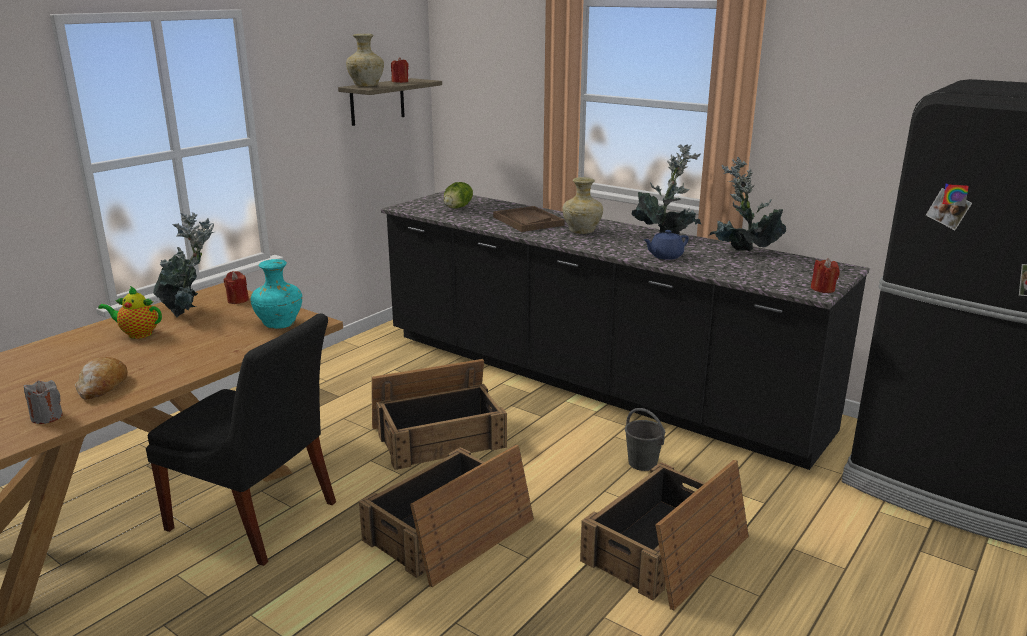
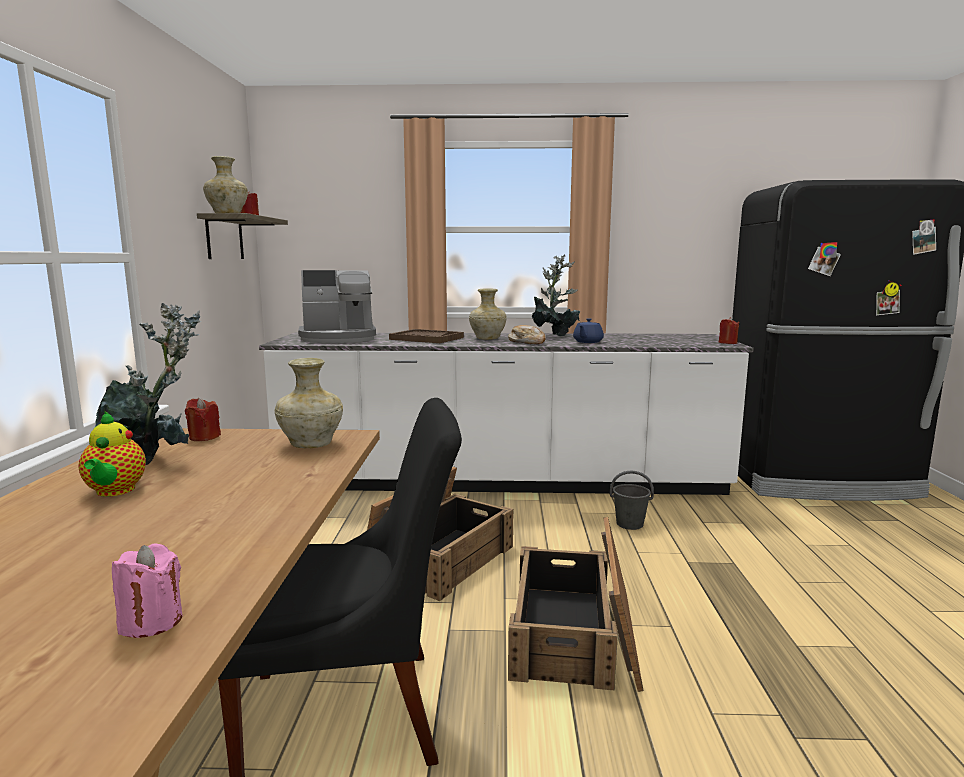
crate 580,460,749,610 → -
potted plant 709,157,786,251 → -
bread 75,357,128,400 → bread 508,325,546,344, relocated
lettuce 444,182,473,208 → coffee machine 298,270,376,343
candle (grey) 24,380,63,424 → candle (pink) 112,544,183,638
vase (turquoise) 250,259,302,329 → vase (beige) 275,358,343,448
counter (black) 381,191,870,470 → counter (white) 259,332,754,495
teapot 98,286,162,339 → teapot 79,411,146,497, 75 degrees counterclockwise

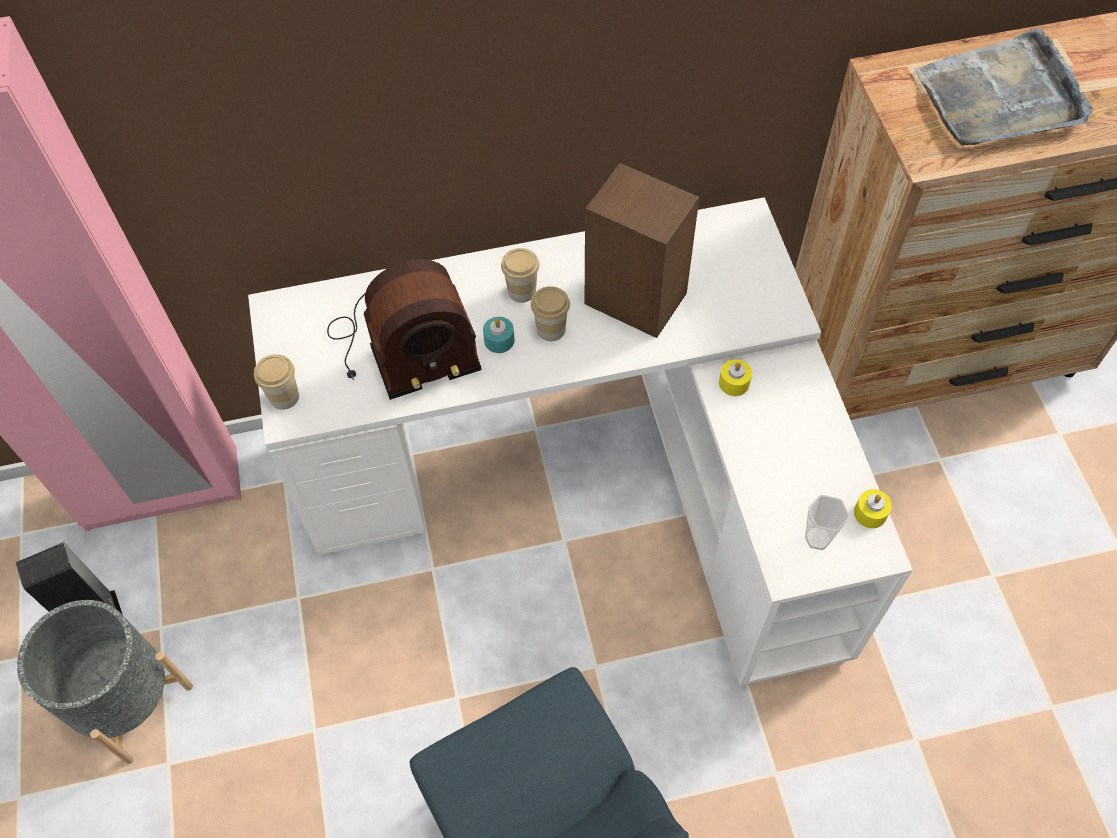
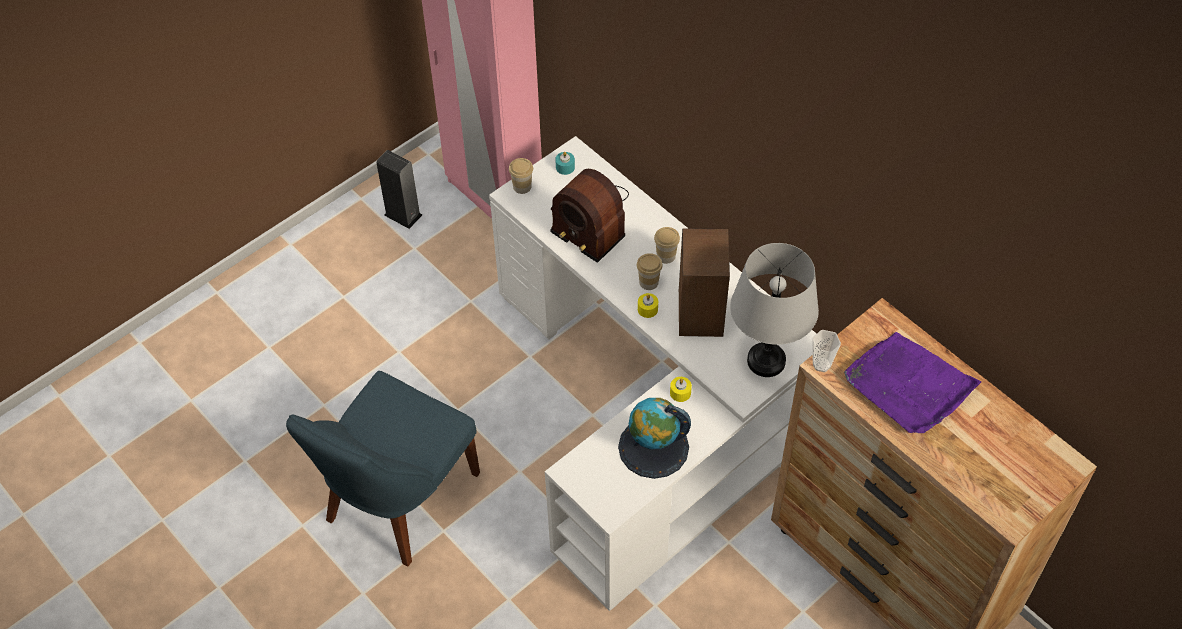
planter (grey) 17,600,193,764 → -
- → globe 618,398,691,479
- → table lamp (grey) 730,243,819,377
candle (turquoise) 483,317,514,353 → candle (turquoise) 555,152,575,175, relocated
cup 805,495,850,550 → cup 812,330,841,372, relocated
candle (yellow) 854,489,892,528 → candle (yellow) 638,293,658,318, relocated
tray (grey) 914,27,1093,146 → tray (purple) 844,332,981,433

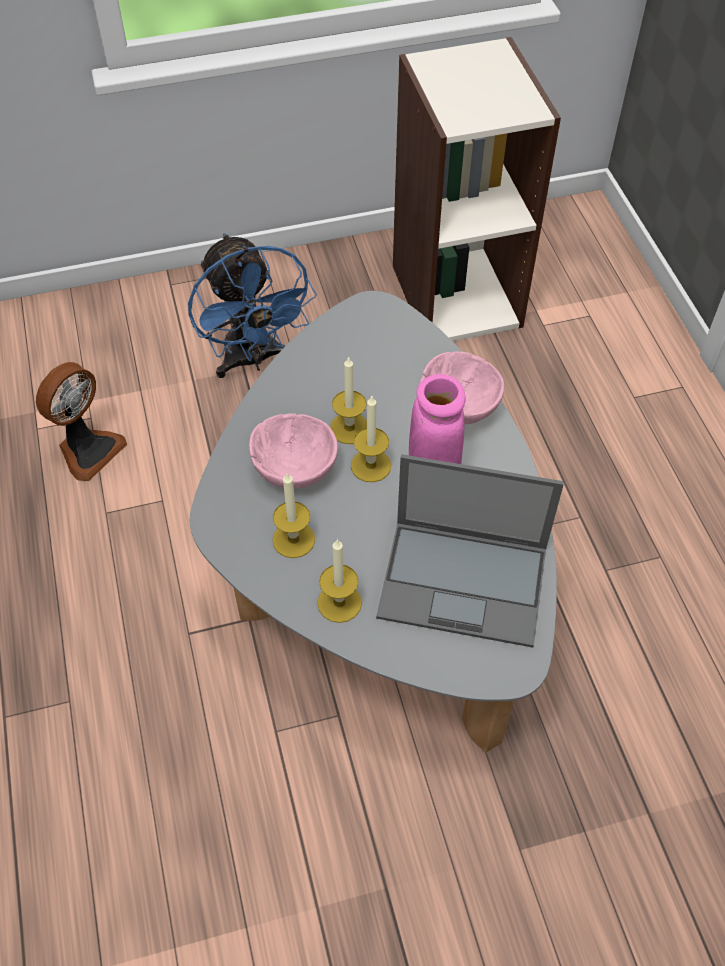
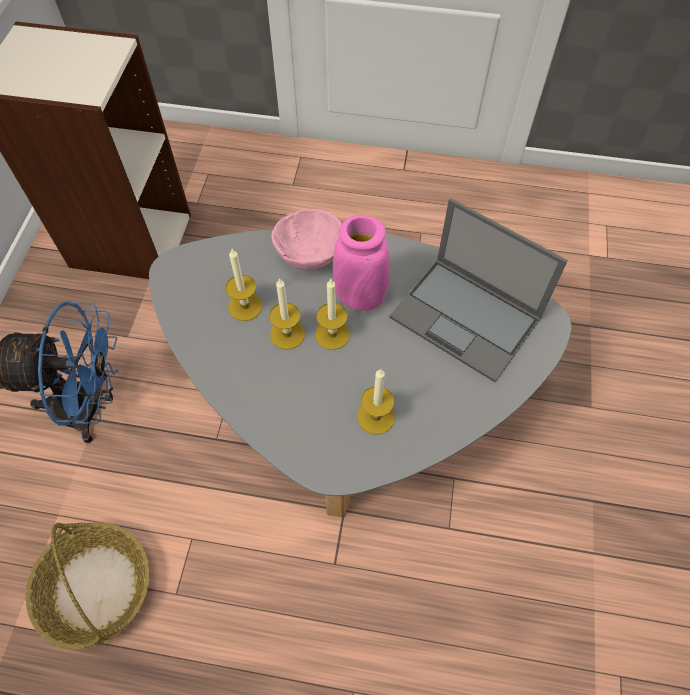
bowl (pink) 249,413,338,489 → -
candle 317,539,362,623 → candle 226,249,263,321, relocated
fan 36,362,127,481 → basket 25,522,149,649
laptop 376,454,564,648 → laptop 389,198,568,382, 90 degrees clockwise

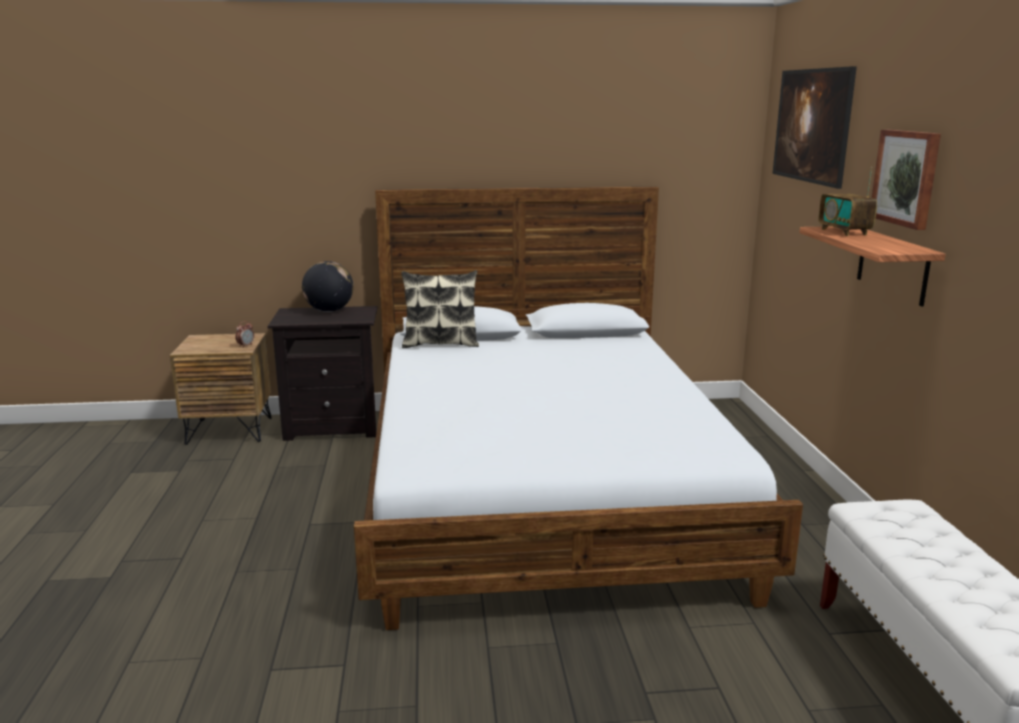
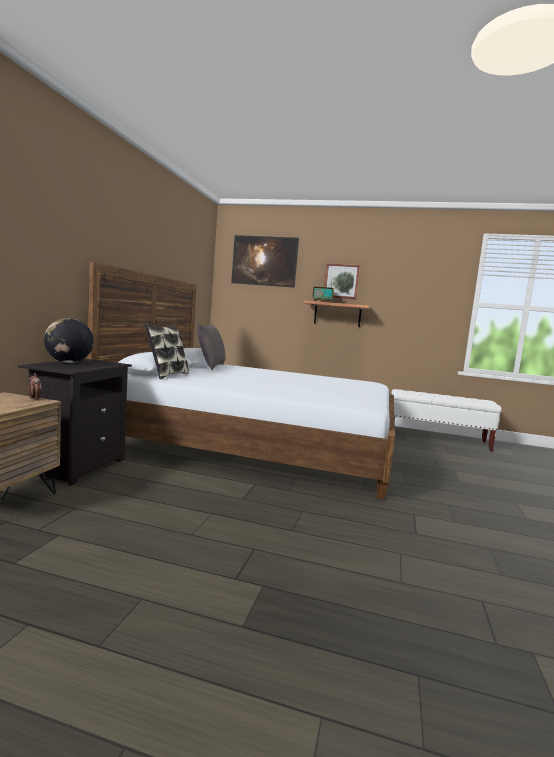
- → pillow (grey) 198,324,226,370

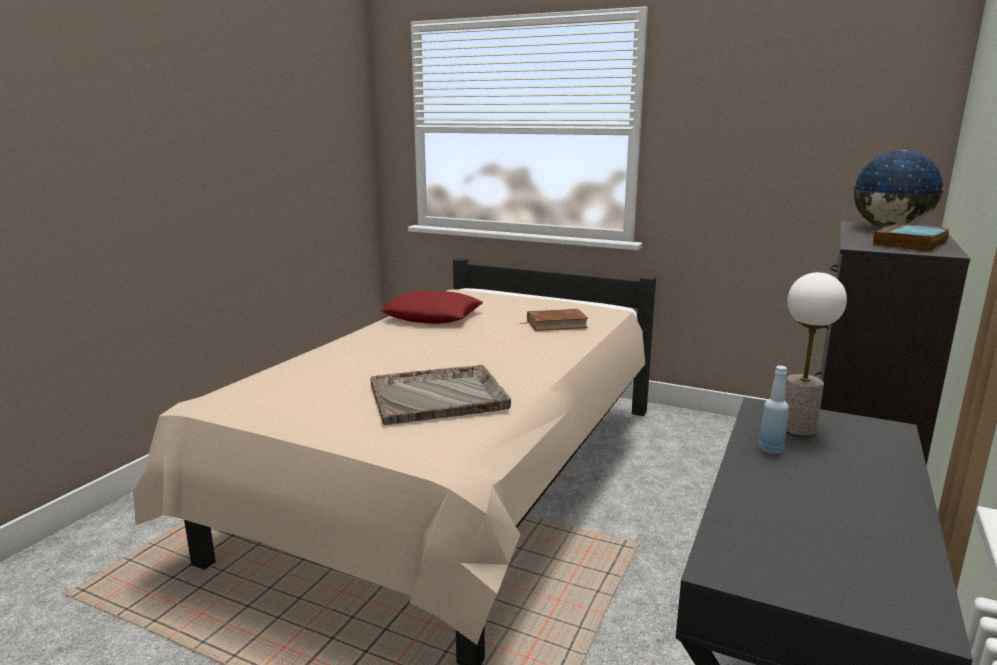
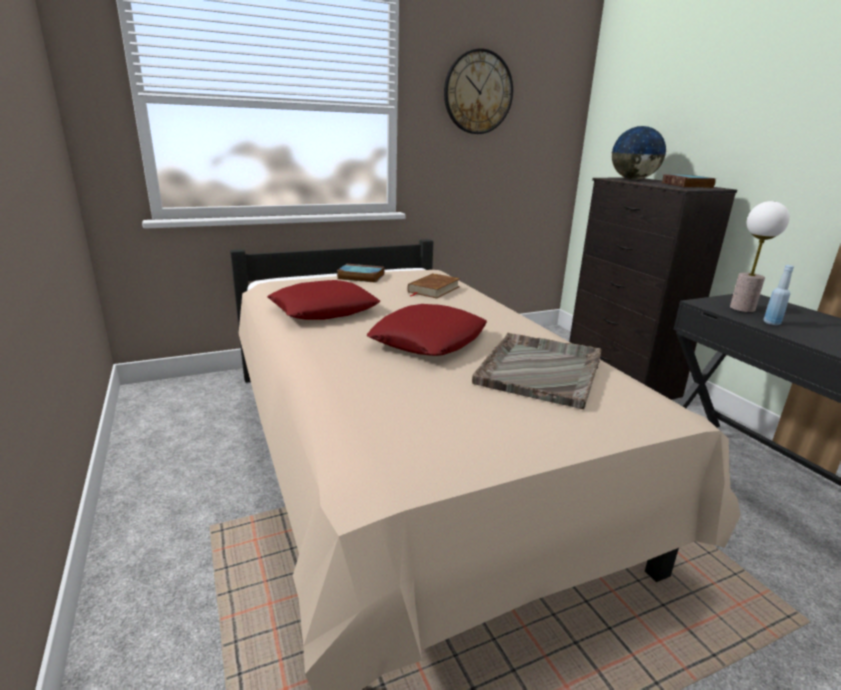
- → book 337,264,384,283
- → pillow (red) 367,304,487,356
- → wall clock 444,48,513,134

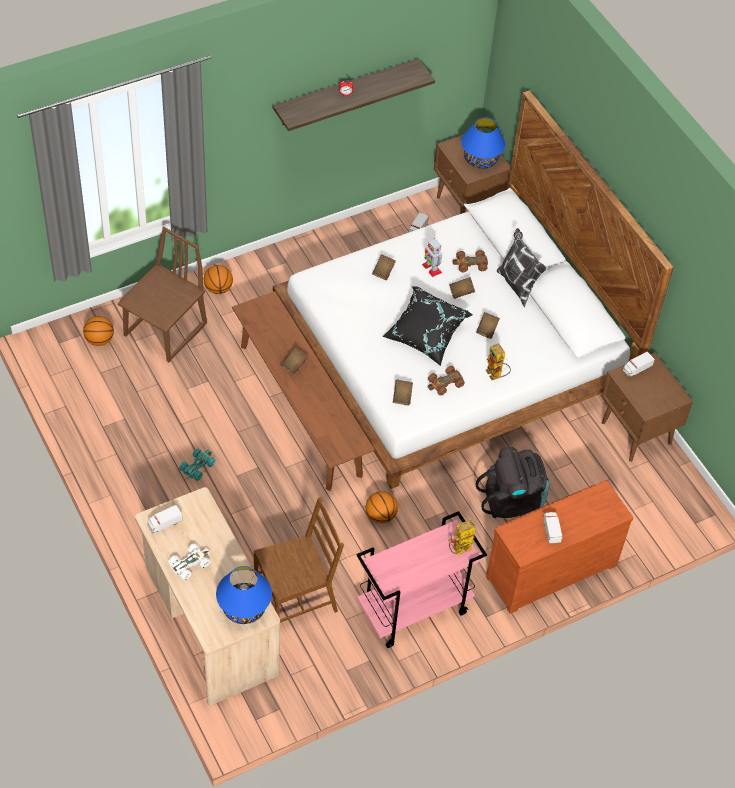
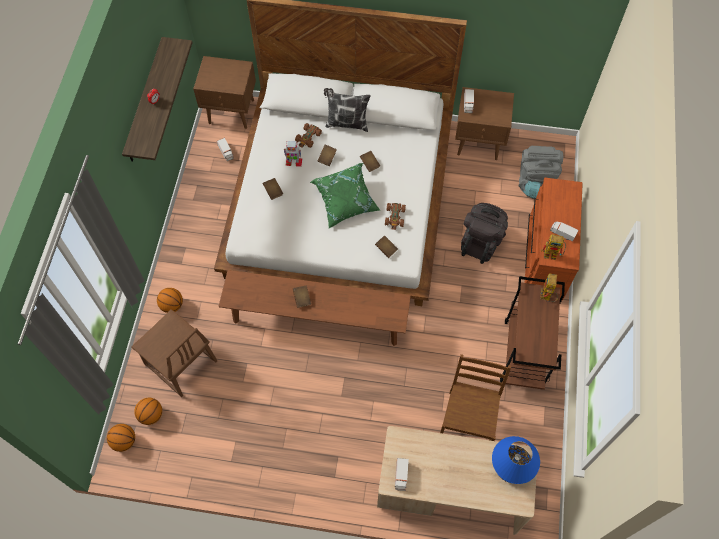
toy car (white) 169,543,210,580 → -
toy car (turquoise) 179,448,216,481 → -
table lamp (blue) 461,117,505,169 → -
- → backpack (grey) 518,146,563,199
basketball 366,491,398,524 → basketball 107,424,135,452, relocated
toy robot 485,344,511,380 → toy robot 541,234,566,260, relocated
cart (pink) 356,511,487,648 → cart (brown) 500,276,565,390
pillow (black) 383,286,472,366 → pillow (green) 310,163,380,228
chair (brown) 118,227,207,362 → chair (brown) 131,309,217,397, 150 degrees clockwise

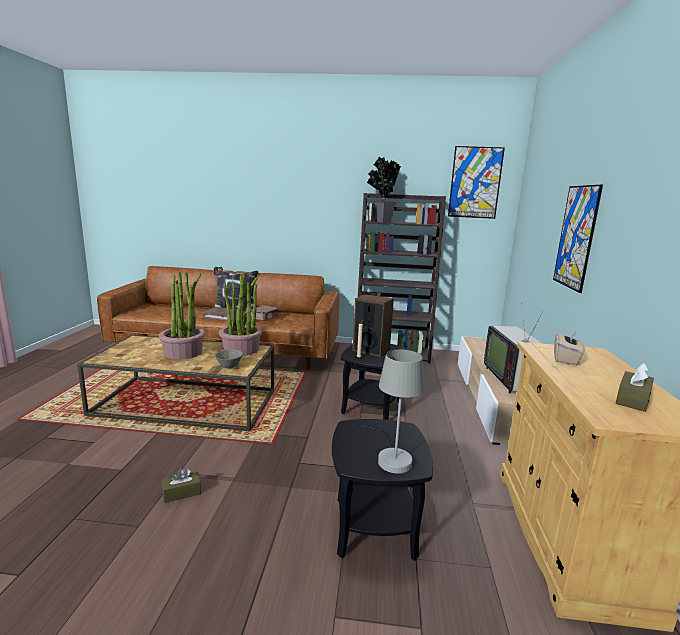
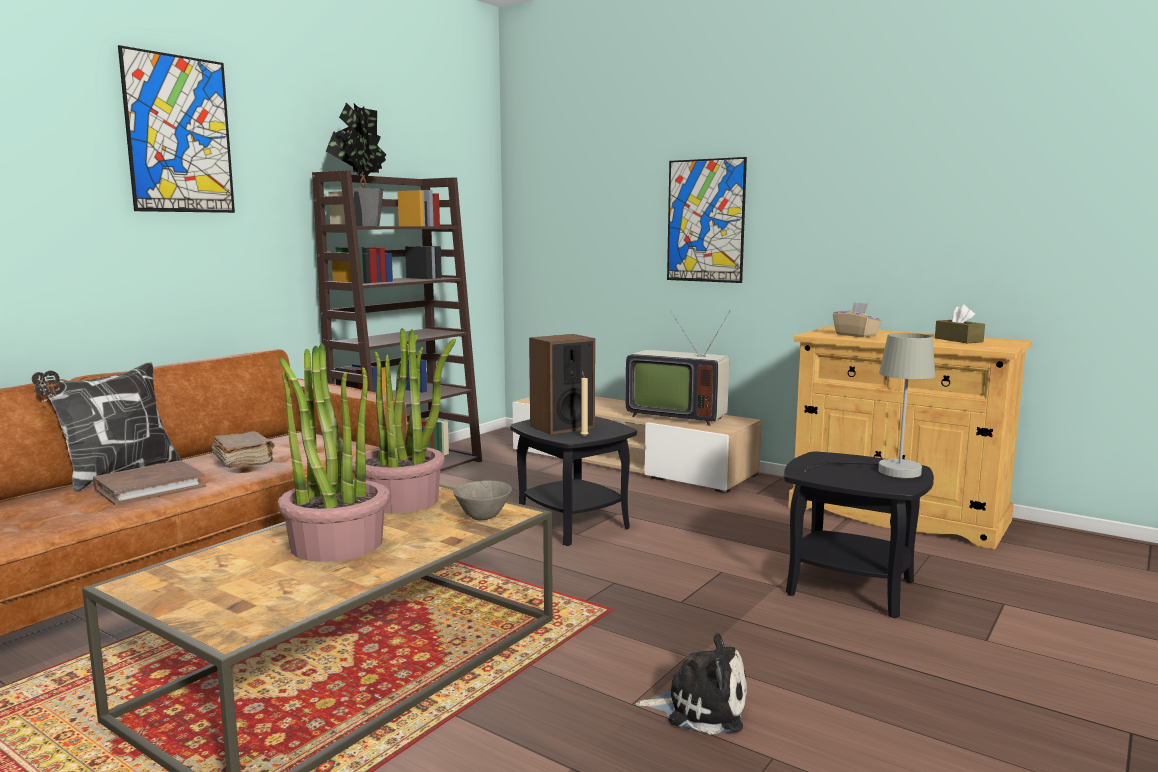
picture 448,146,505,219 → picture 118,45,235,213, relocated
tissue box (brown) 162,468,201,503 → plush toy 636,633,747,734

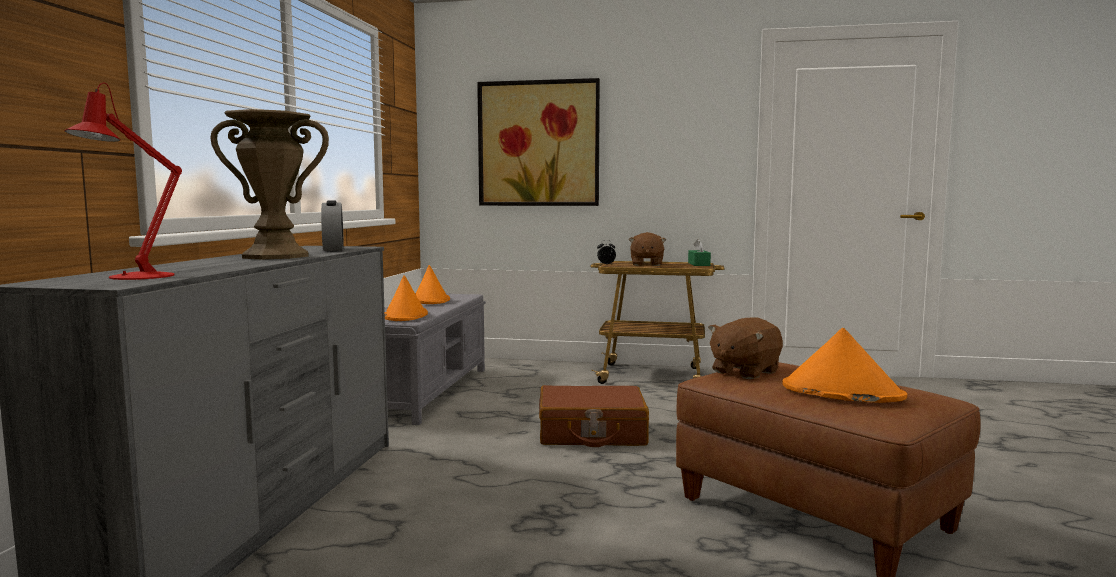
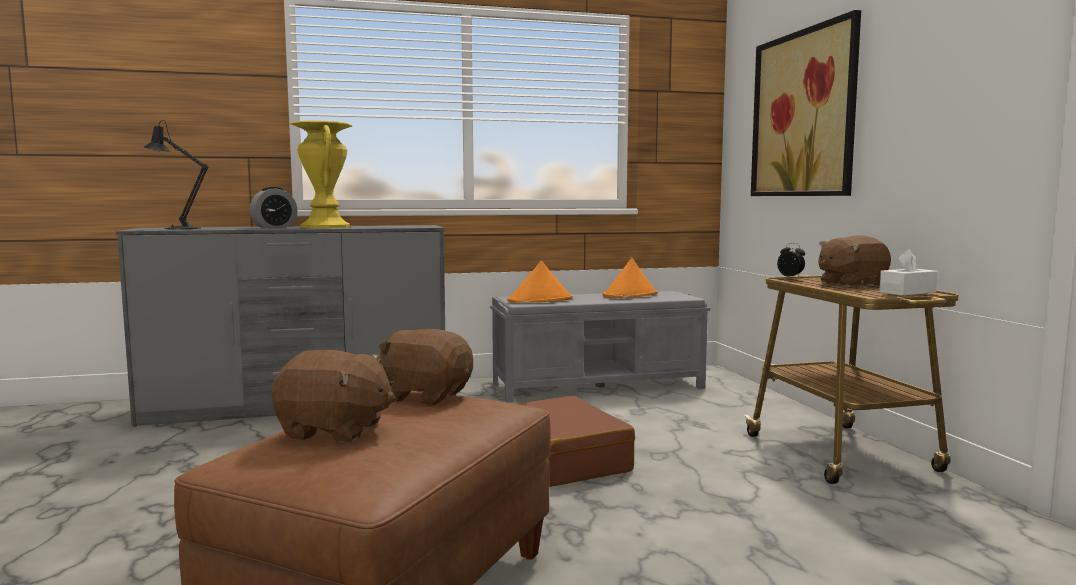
alarm clock 321,200,344,251 → alarm clock 250,187,298,227, relocated
hat (orange) 782,328,907,403 → plush toy (brown) 272,350,396,442
table lamp (red) 64,82,182,280 → table lamp (black) 143,120,208,229
vase (brown) 211,109,329,259 → vase (yellow) 290,121,352,228
tissue box (green) 688,239,711,266 → tissue box (white) 879,249,938,296

